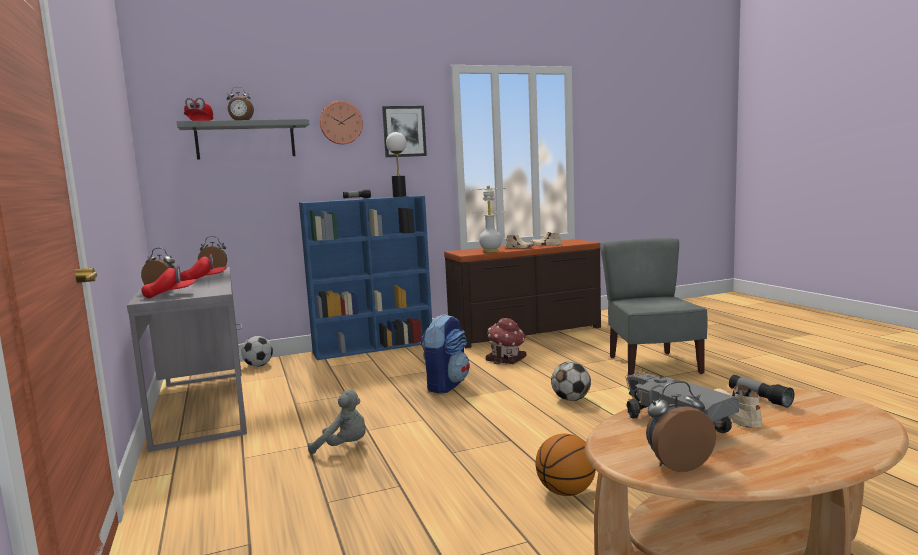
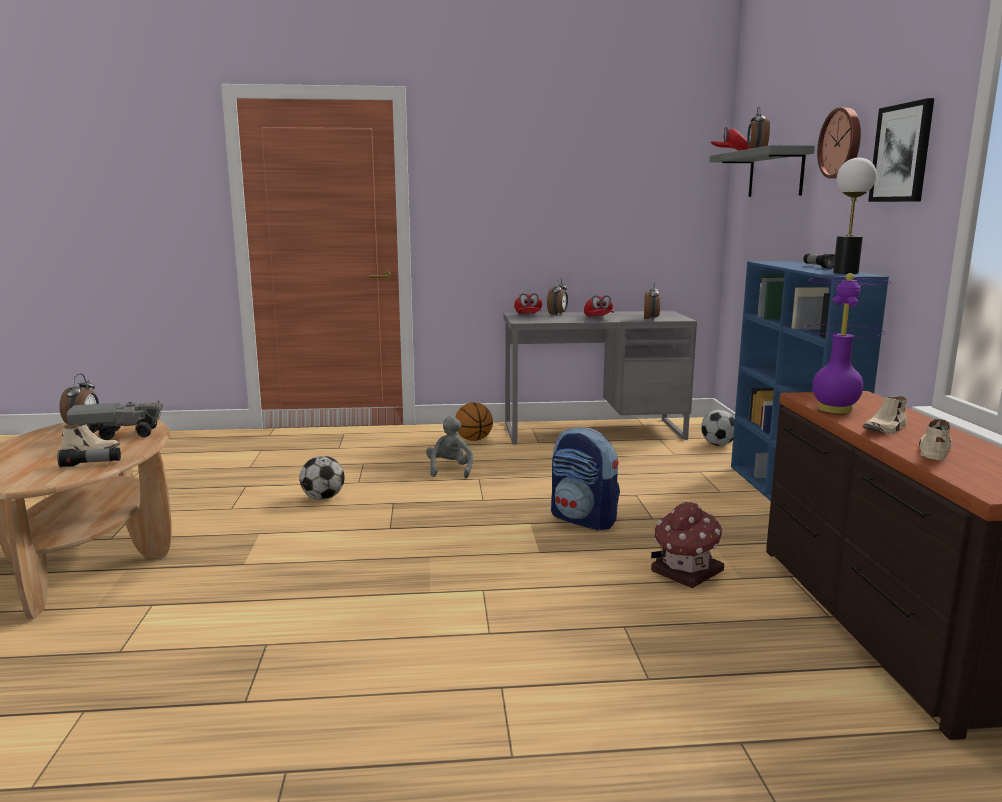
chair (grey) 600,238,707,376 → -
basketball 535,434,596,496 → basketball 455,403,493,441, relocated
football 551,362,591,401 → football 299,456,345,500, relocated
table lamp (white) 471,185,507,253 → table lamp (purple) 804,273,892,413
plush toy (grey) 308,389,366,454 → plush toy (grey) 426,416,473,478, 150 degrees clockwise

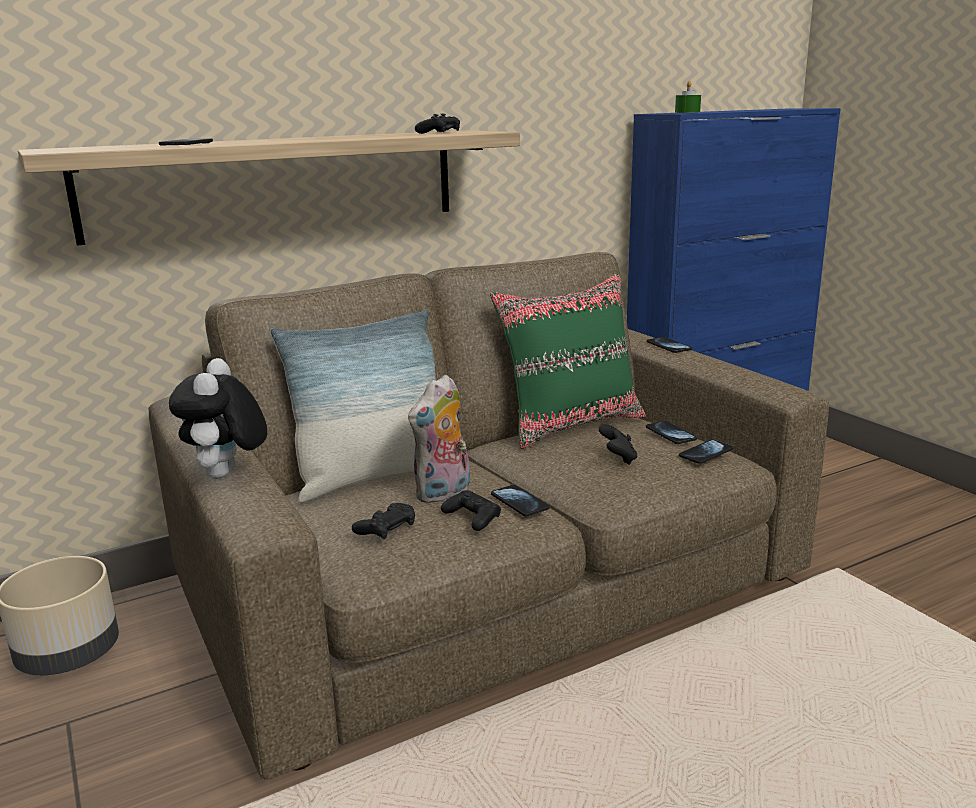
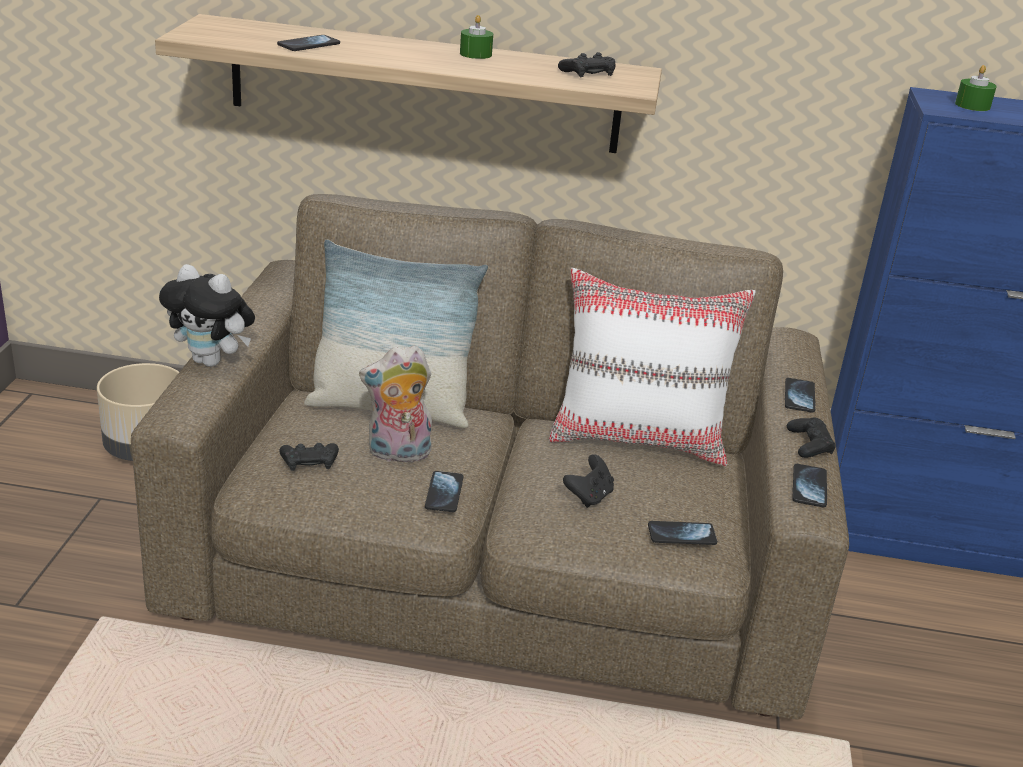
- → candle (green) 460,15,493,59
game controller (black) 441,490,501,531 → game controller (black) 787,417,836,458, relocated
phone 646,421,697,444 → phone 792,464,827,507, relocated
pillow (green) 490,273,646,449 → pillow (white) 549,268,756,466
plush toy 169,358,267,479 → plush toy 159,264,255,367, 105 degrees counterclockwise

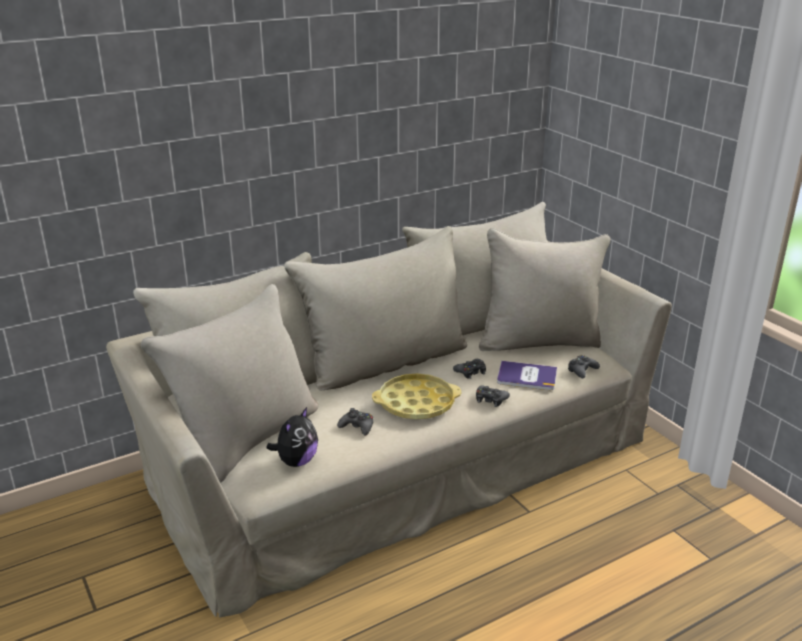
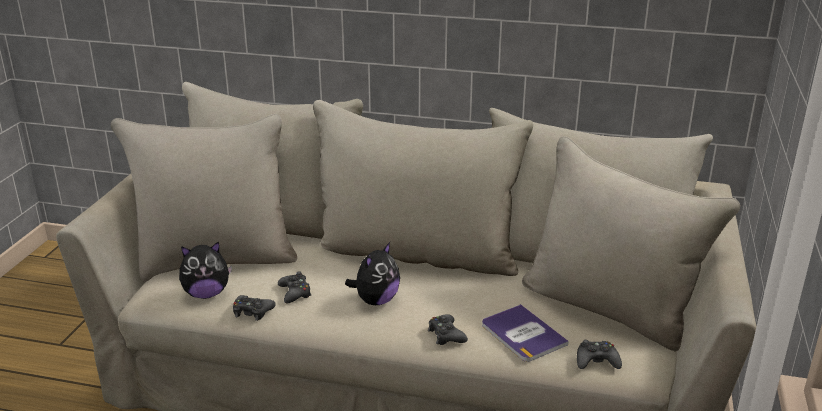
game controller (black) 453,359,486,379 → game controller (black) 233,295,276,321, relocated
tray (yellow) 372,374,461,419 → plush toy 345,242,400,305

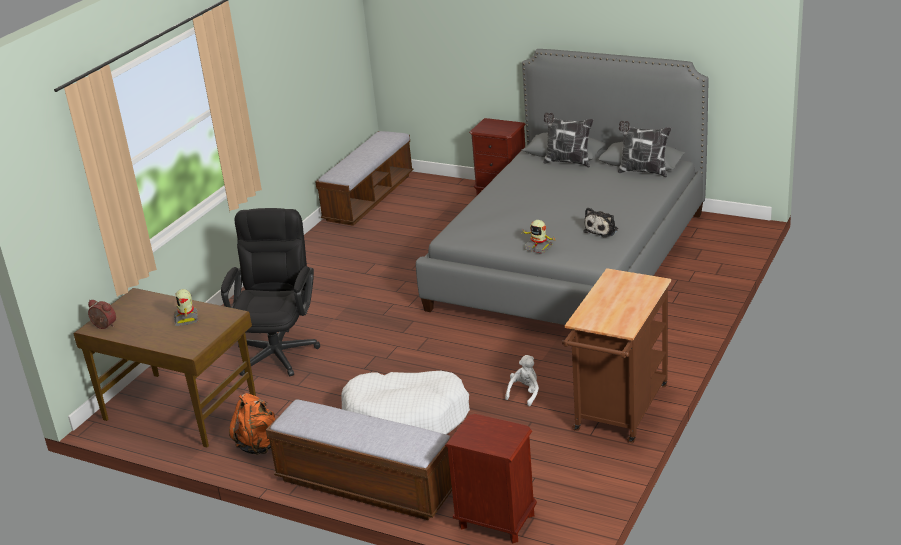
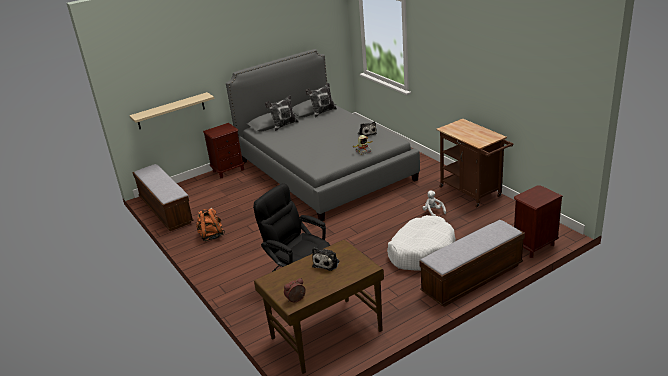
- → shelf (beige) 129,92,214,129
backpack (orange) 229,393,275,455 → backpack (orange) 196,208,225,241, relocated
toy robot 174,289,198,326 → plush toy 312,247,339,271

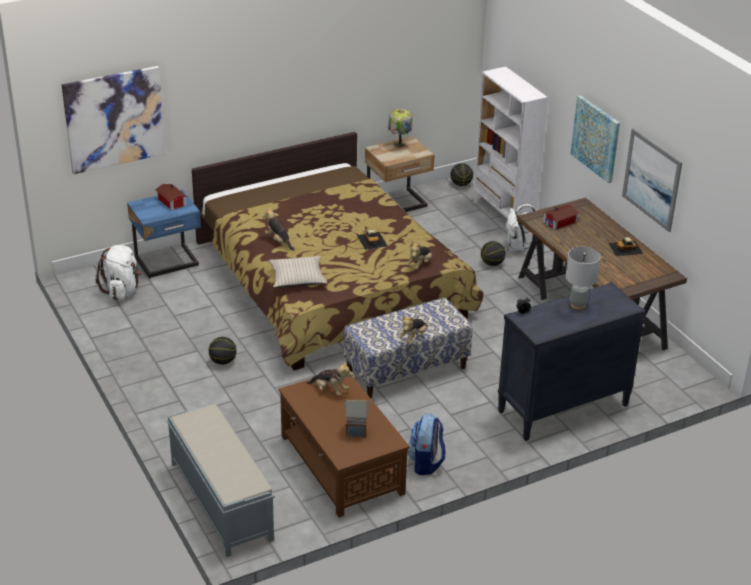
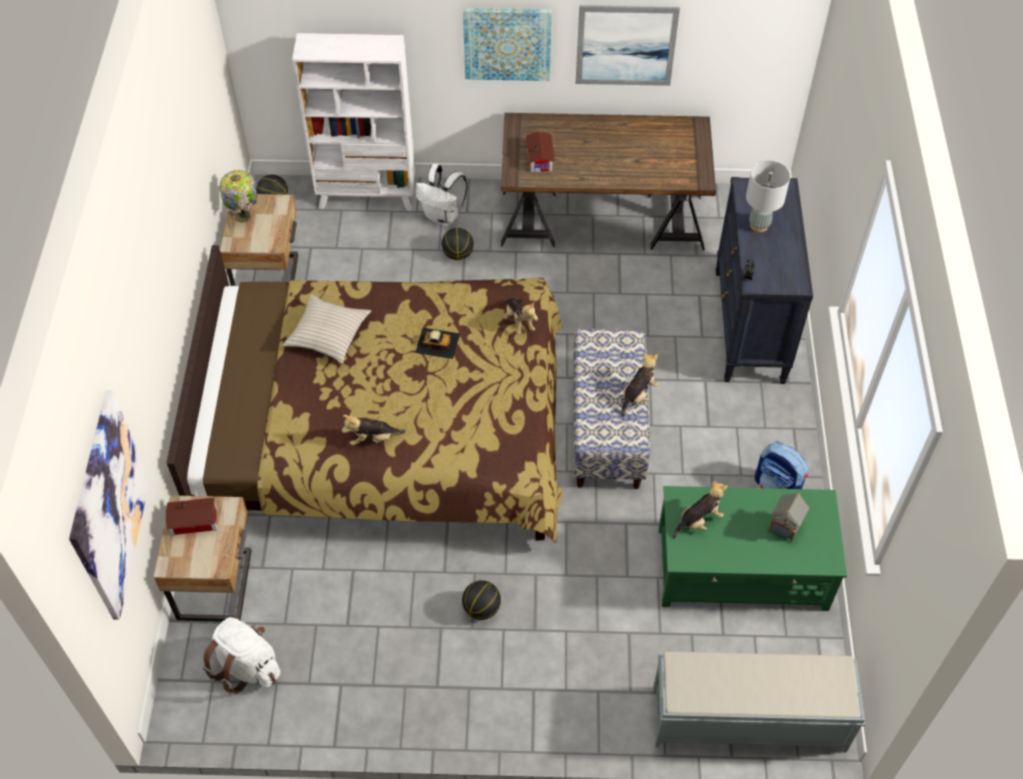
toy car 608,237,643,256 → -
pillow (beige) 269,256,328,288 → pillow (beige) 283,294,371,363, relocated
nightstand (blue) 127,190,201,278 → nightstand (beige) 154,495,252,622
coffee table (brown) 278,376,410,518 → coffee table (green) 659,486,847,611
plush toy 398,317,428,344 → plush toy 621,353,659,417, 120 degrees counterclockwise

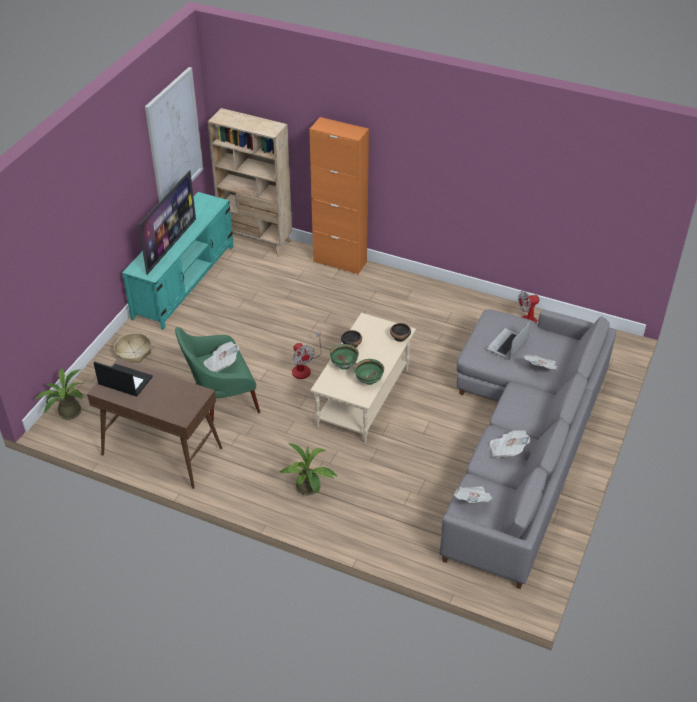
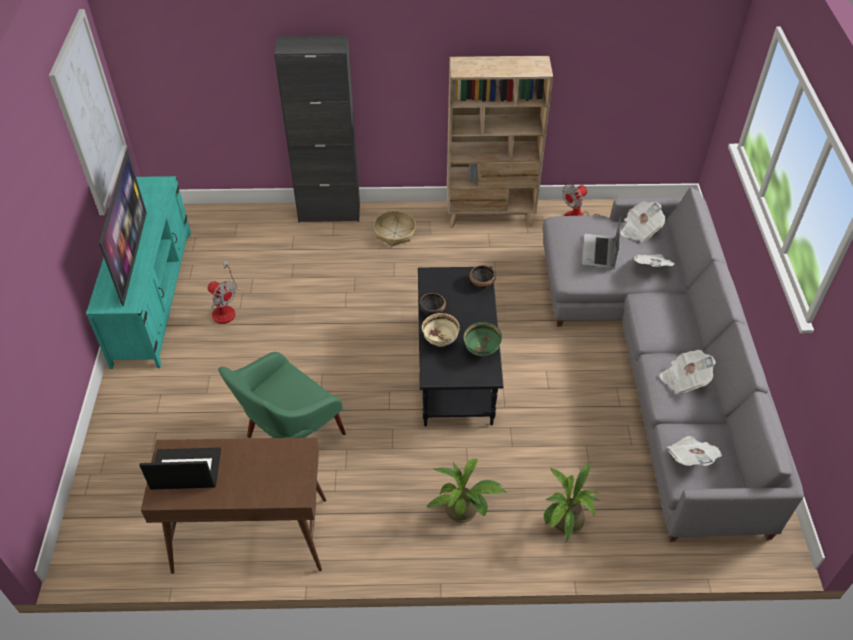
potted plant 35,368,85,420 → potted plant 544,463,598,541, relocated
basket 114,333,151,363 → basket 373,211,416,247, relocated
newspaper 204,342,239,372 → newspaper 621,201,665,242, relocated
bookcase (beige) 208,108,292,257 → bookcase (beige) 447,56,553,228, relocated
fan 292,331,321,379 → fan 208,260,237,324, relocated
cabinet (orange) 309,117,369,275 → cabinet (black) 274,36,360,223
coffee table (beige) 310,313,416,443 → coffee table (black) 418,267,504,426
bowl (green) 330,344,359,370 → bowl (beige) 422,313,460,347

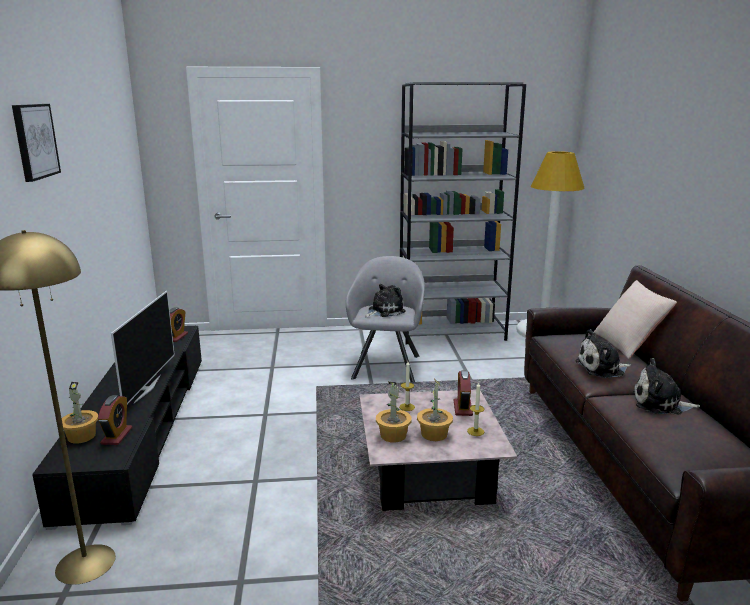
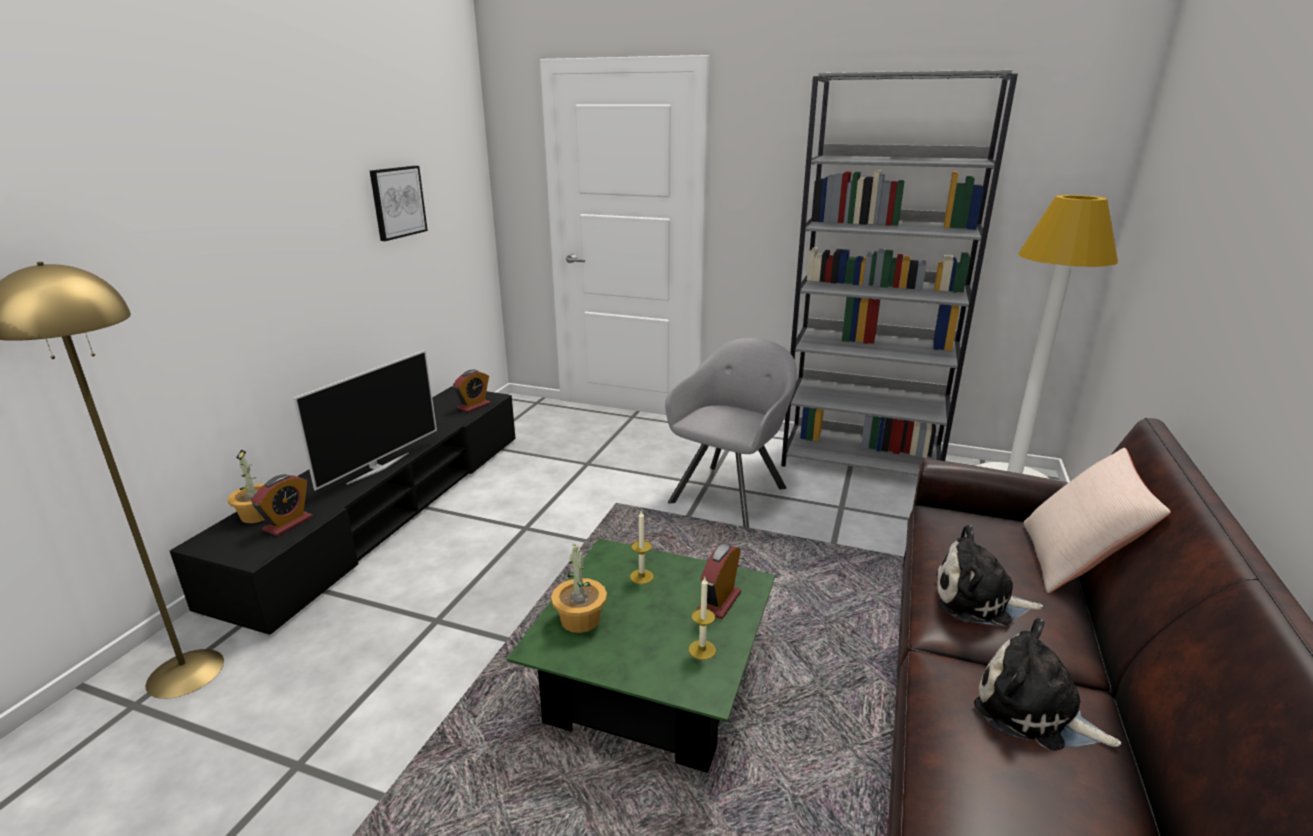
plush toy 364,284,406,317 → -
potted plant 417,379,453,441 → -
picture 12,104,61,182 → picture 370,166,428,241, relocated
coffee table (pink) 359,389,517,511 → coffee table (green) 507,538,775,773

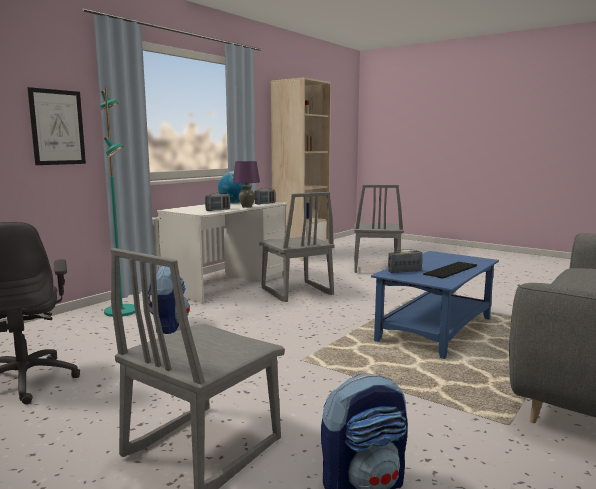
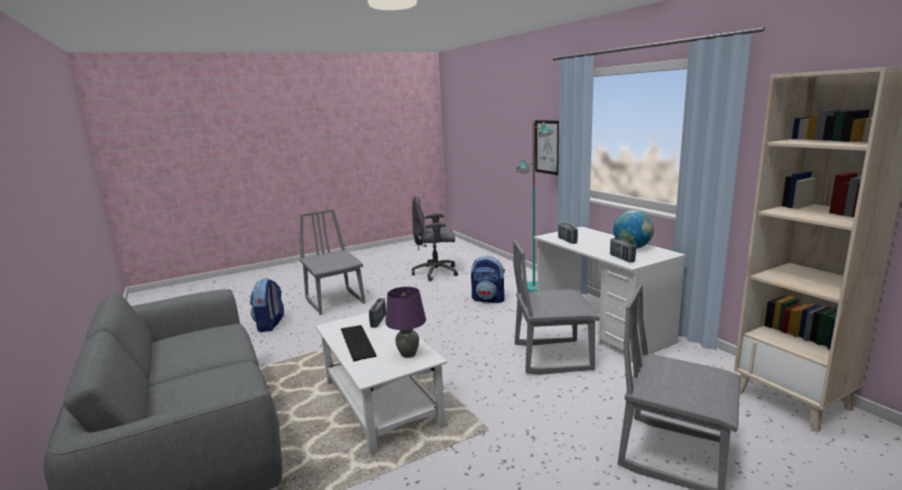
table lamp (purple) 233,161,260,208 → table lamp (purple) 385,287,426,358, relocated
coffee table (blue) 371,251,499,359 → coffee table (white) 316,312,447,455

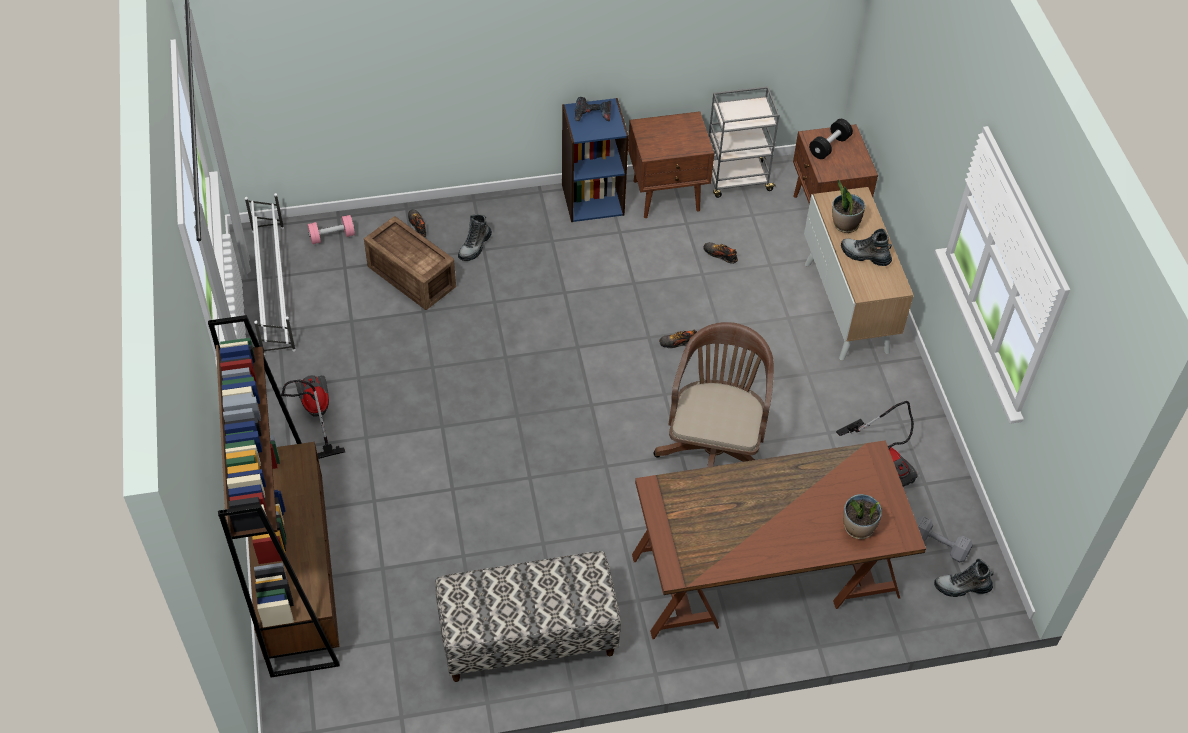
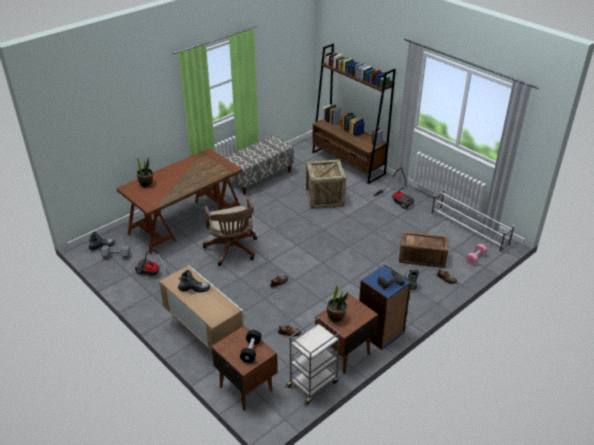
- → crate 306,159,346,209
potted plant 832,179,865,233 → potted plant 327,284,348,323, relocated

